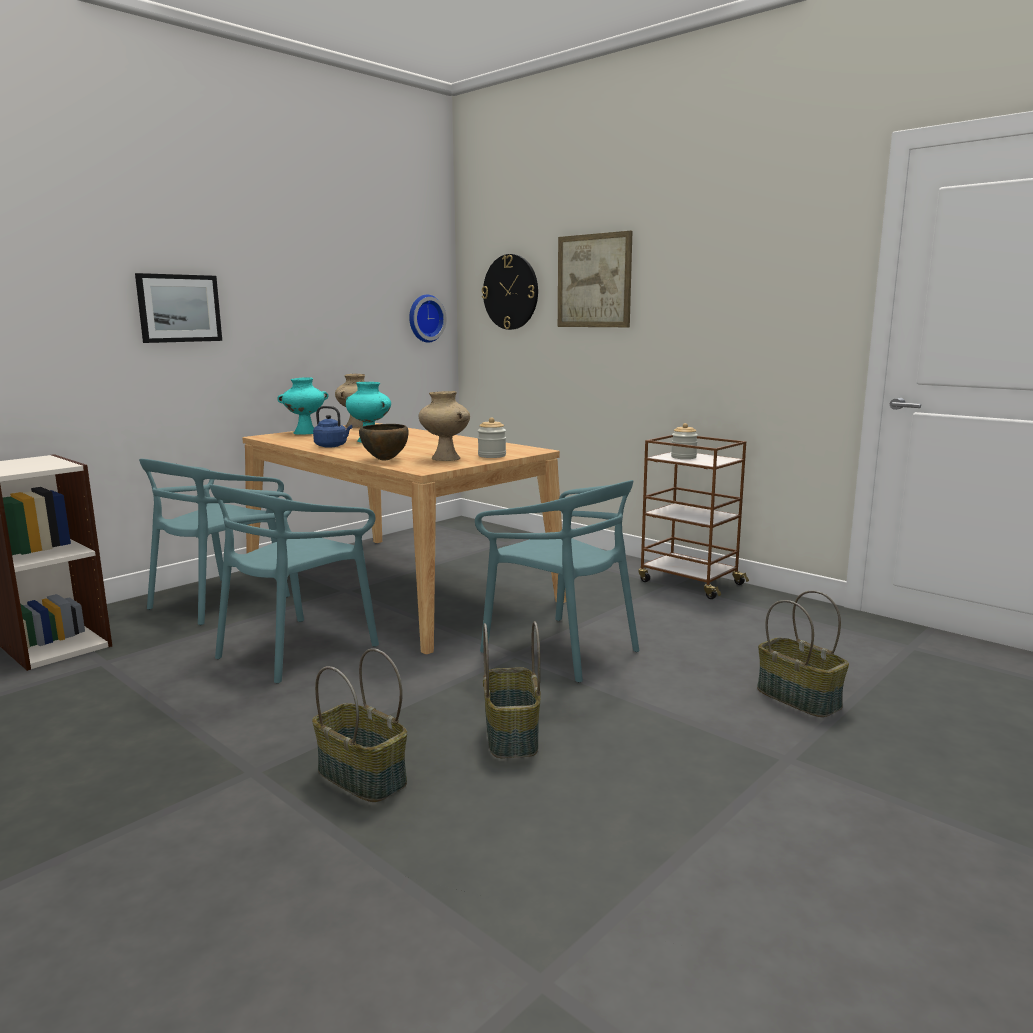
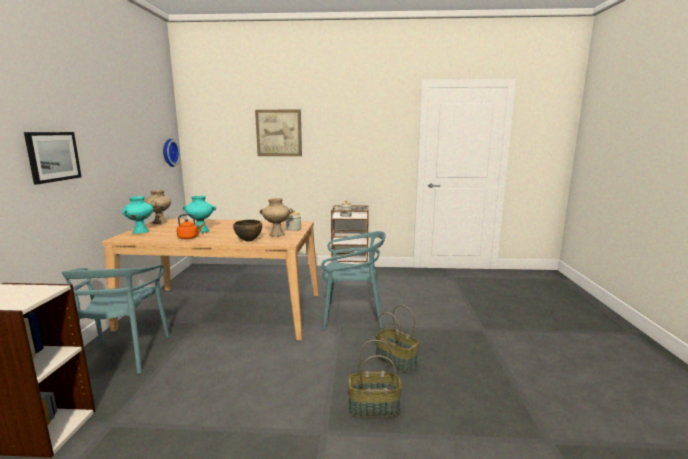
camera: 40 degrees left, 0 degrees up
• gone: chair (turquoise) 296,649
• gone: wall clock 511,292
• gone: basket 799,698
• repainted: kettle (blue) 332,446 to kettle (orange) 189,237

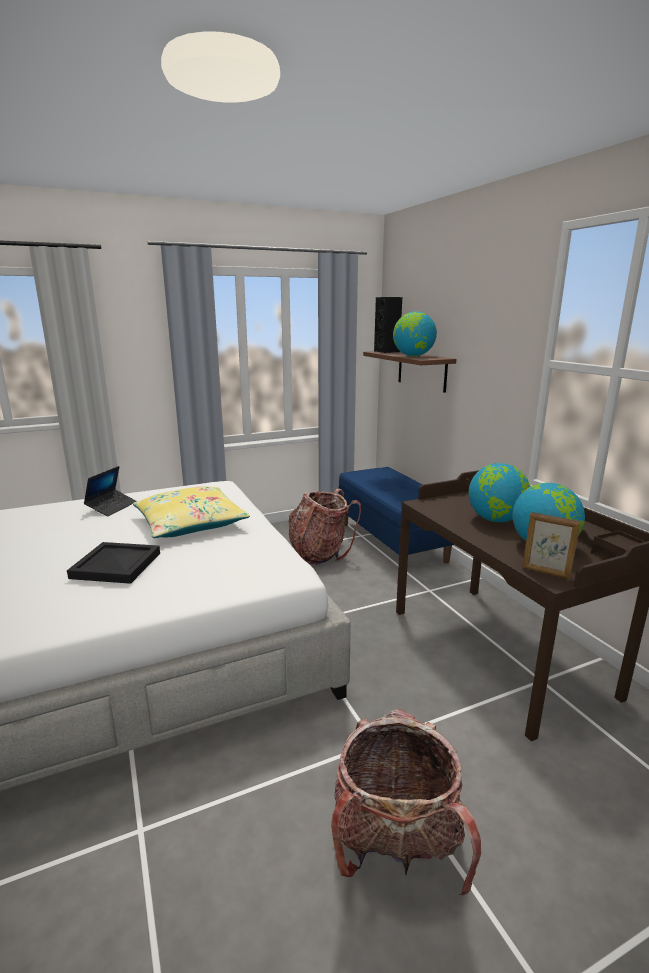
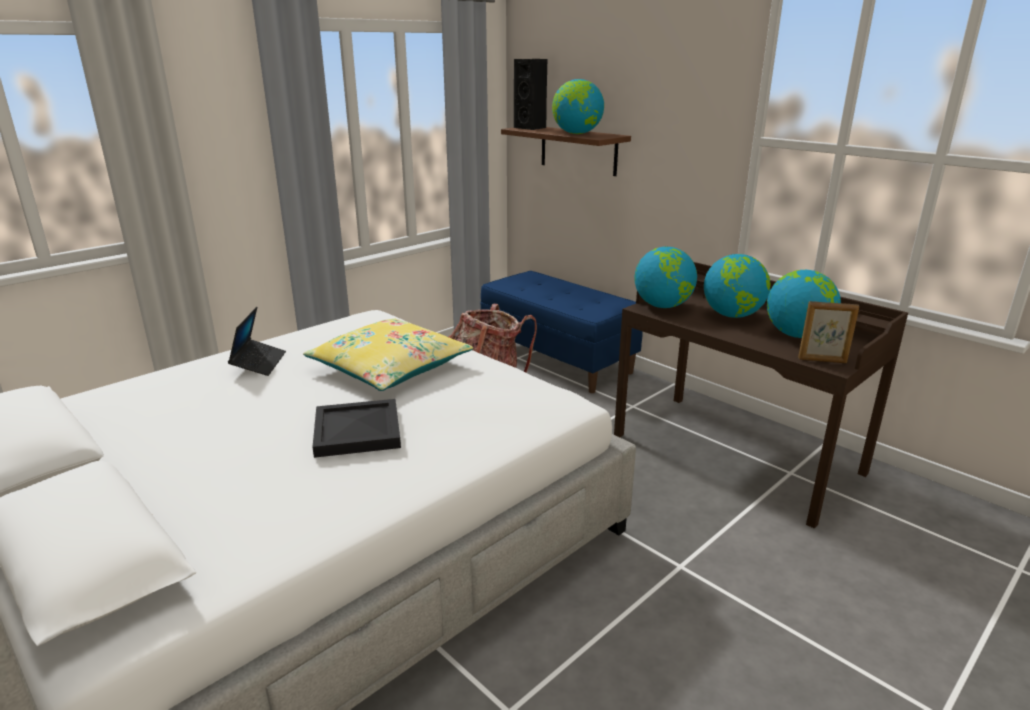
camera: 20 degrees left, 5 degrees up
• gone: backpack 395,846
• new: globe 663,306

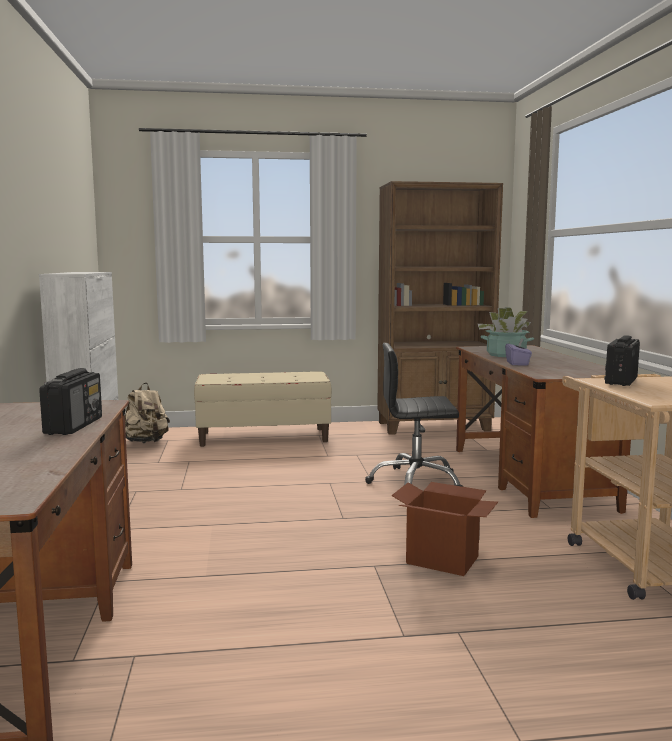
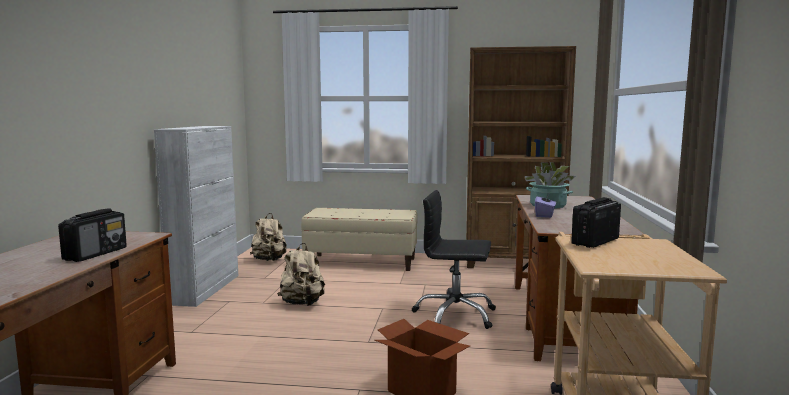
camera: 15 degrees right, 0 degrees up
• new: backpack (beige) 302,304

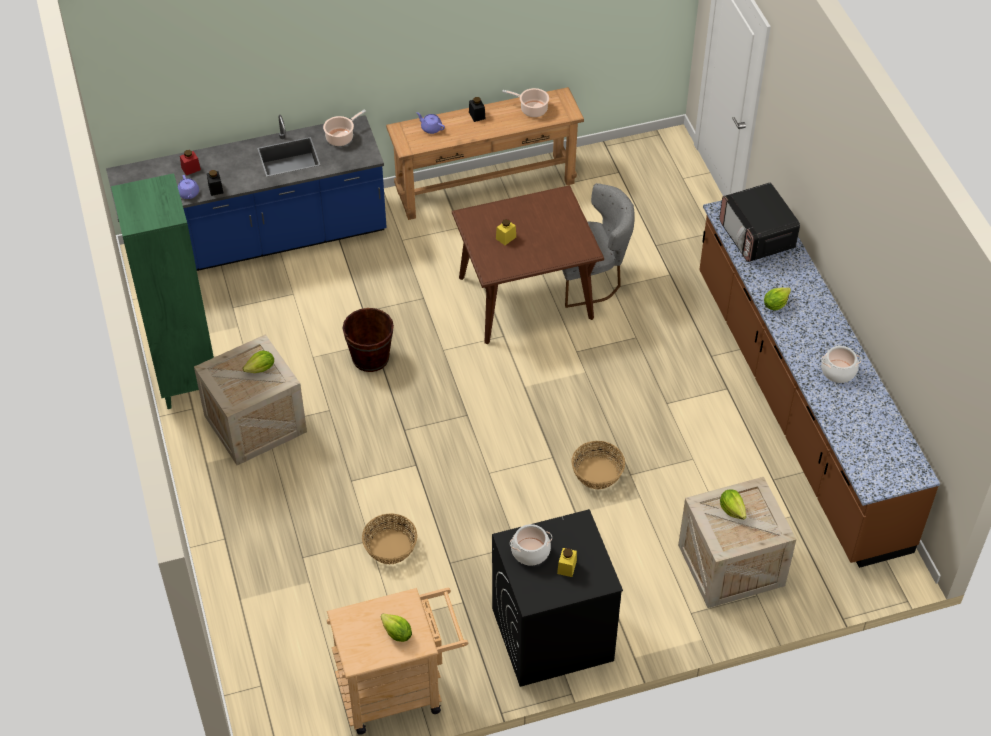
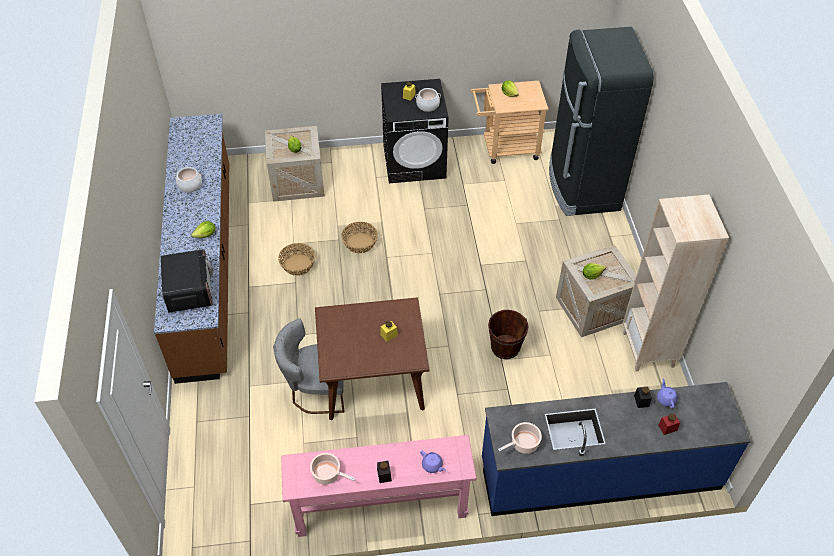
camera: 170 degrees left, 0 degrees up
• new: fridge (black) 582,187
• shifted: basket 390,547 to 298,265
• repainted: bookcase (green) 186,379 to bookcase (beige) 648,350
• repainted: console table (brown) 485,186 to console table (pink) 380,506

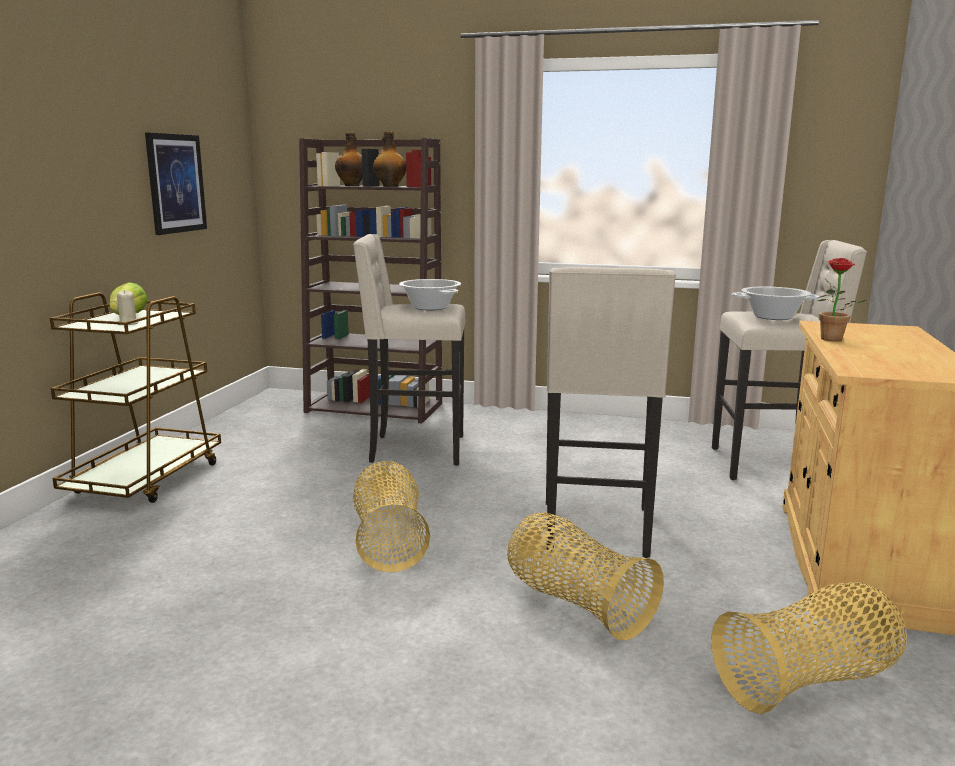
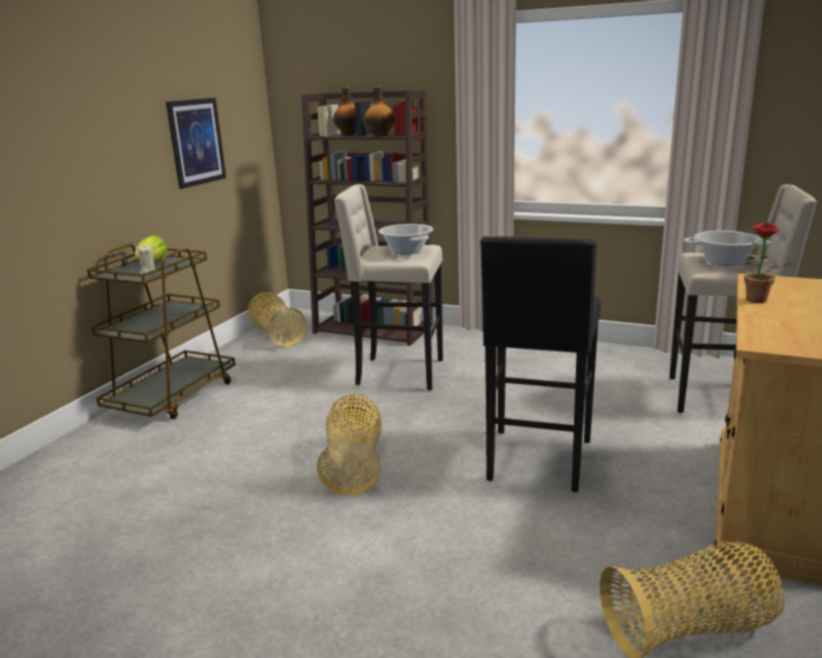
camera: 10 degrees right, 5 degrees up
• shifted: basket 577,604 to 276,335
• repainted: stool (beige) 597,530 to stool (black) 537,461

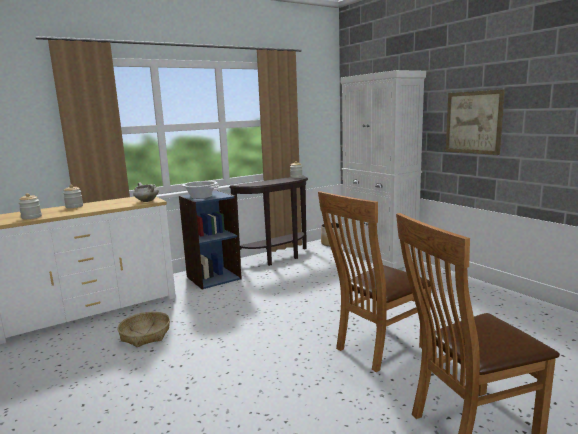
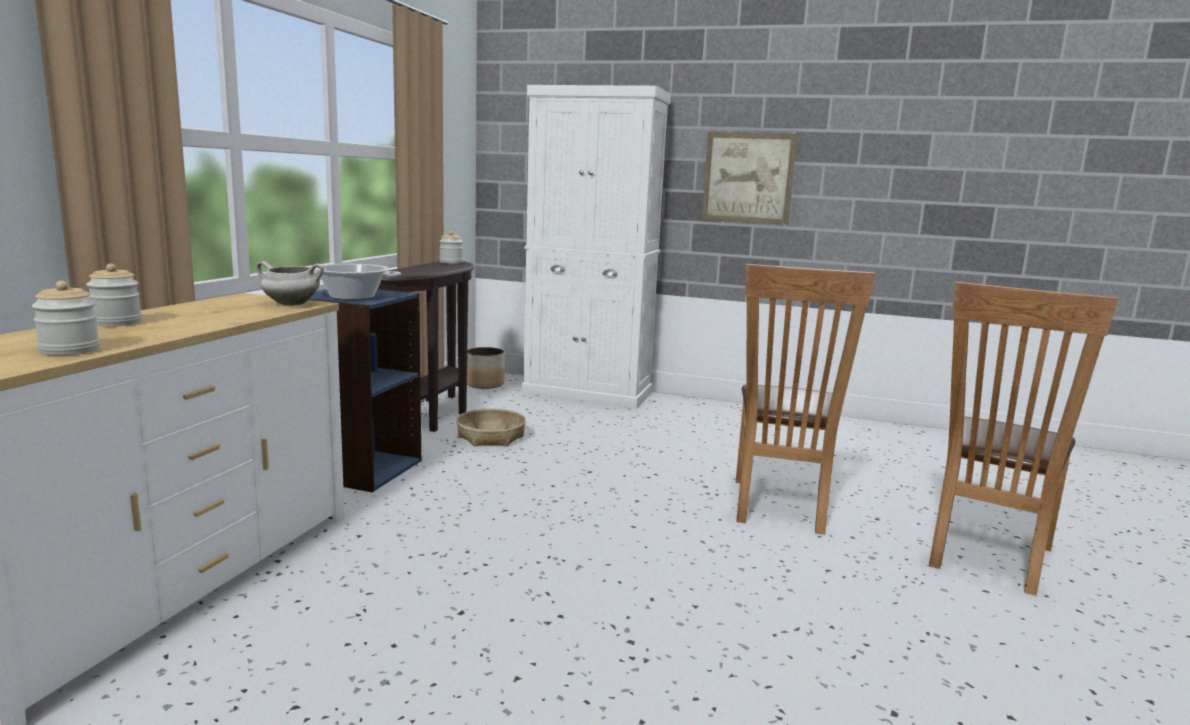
camera: 40 degrees left, 0 degrees up
• shifted: basket 145,335 to 491,437

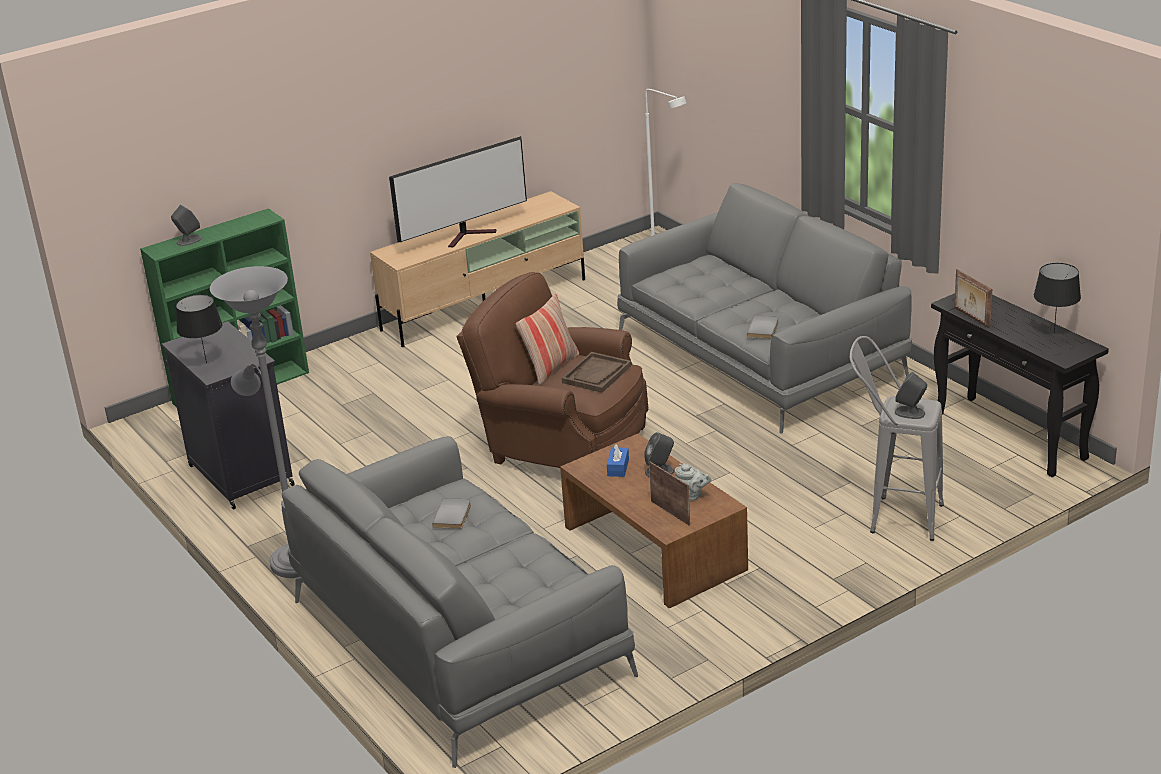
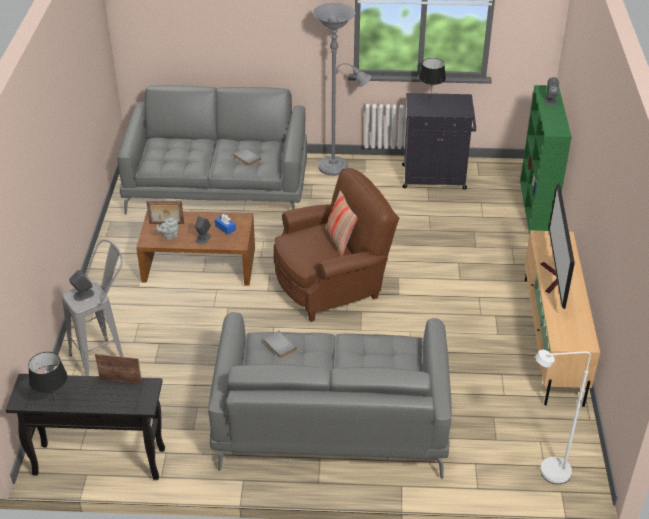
camera: 125 degrees right, 10 degrees up
• gone: tray (brown) 596,374

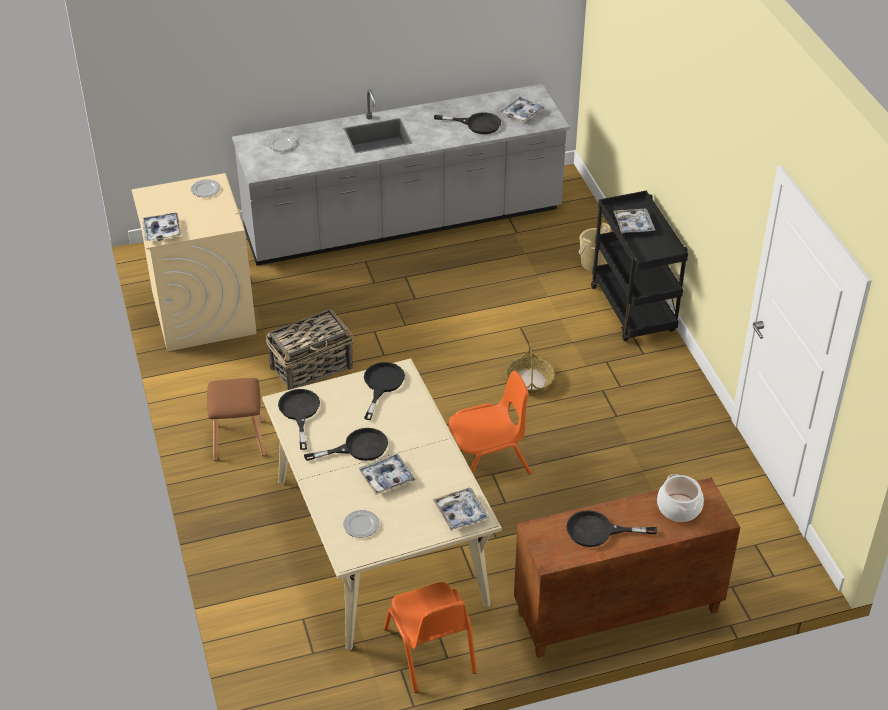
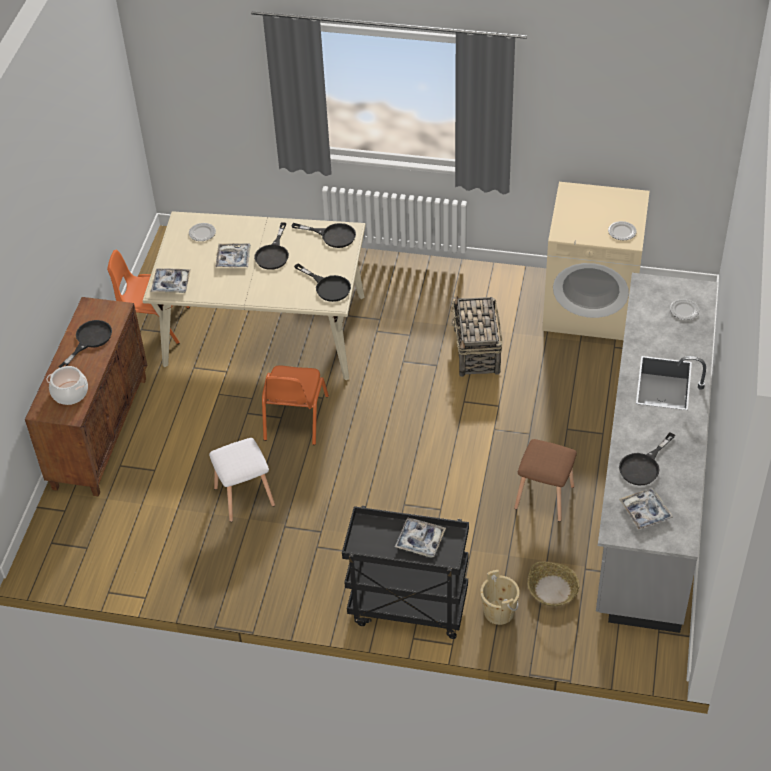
camera: 120 degrees right, 5 degrees up
• gone: tray 162,231
• new: stool (white) 243,496
• shifted: stool (brown) 238,439 to 545,497
• shifted: basket 529,380 to 552,590

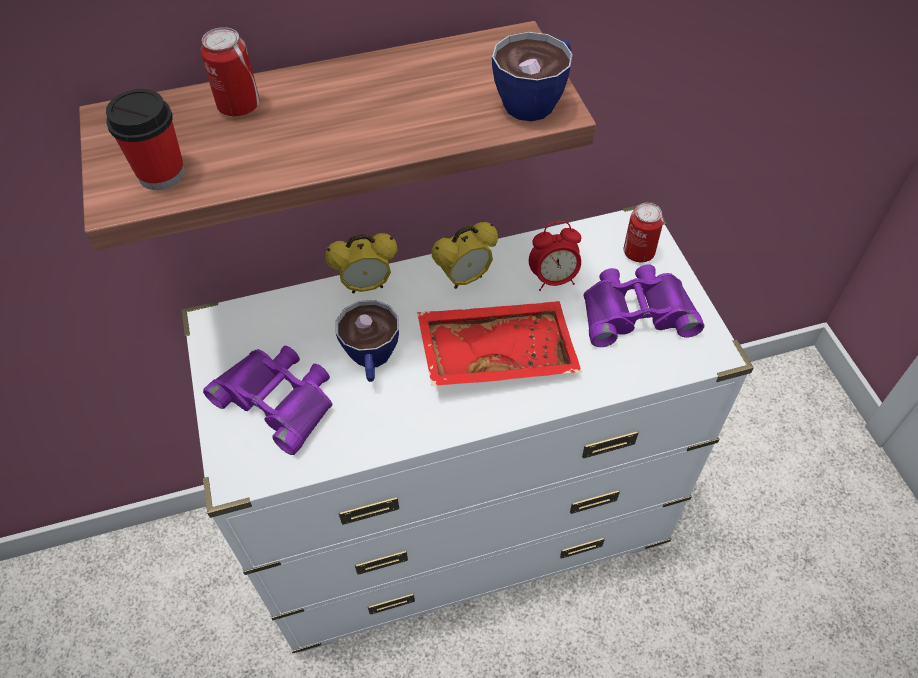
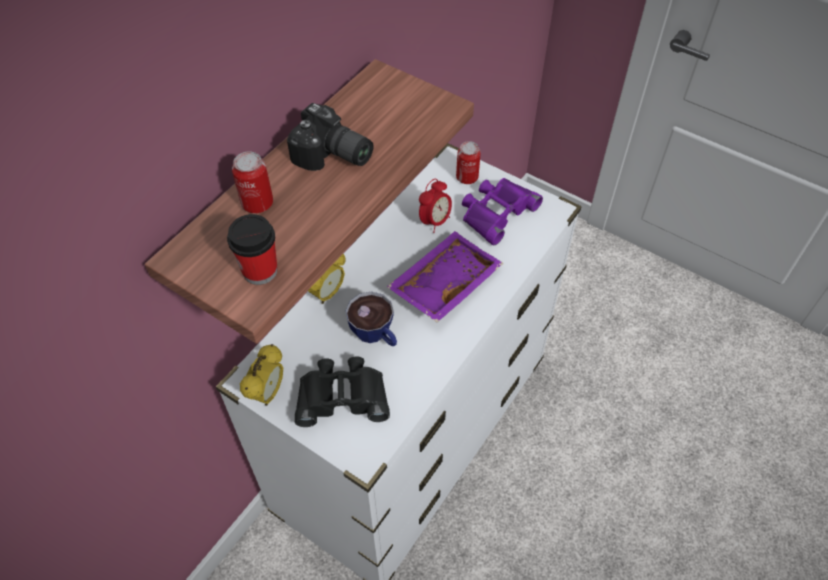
camera: 40 degrees left, 0 degrees up
• gone: cup 536,99
• new: photo camera 332,157
• shifted: alarm clock 465,279 to 268,393
• repainted: binoculars (purple) 278,399 to binoculars (black) 342,396
• repainted: tray (red) 497,352 to tray (purple) 444,283

